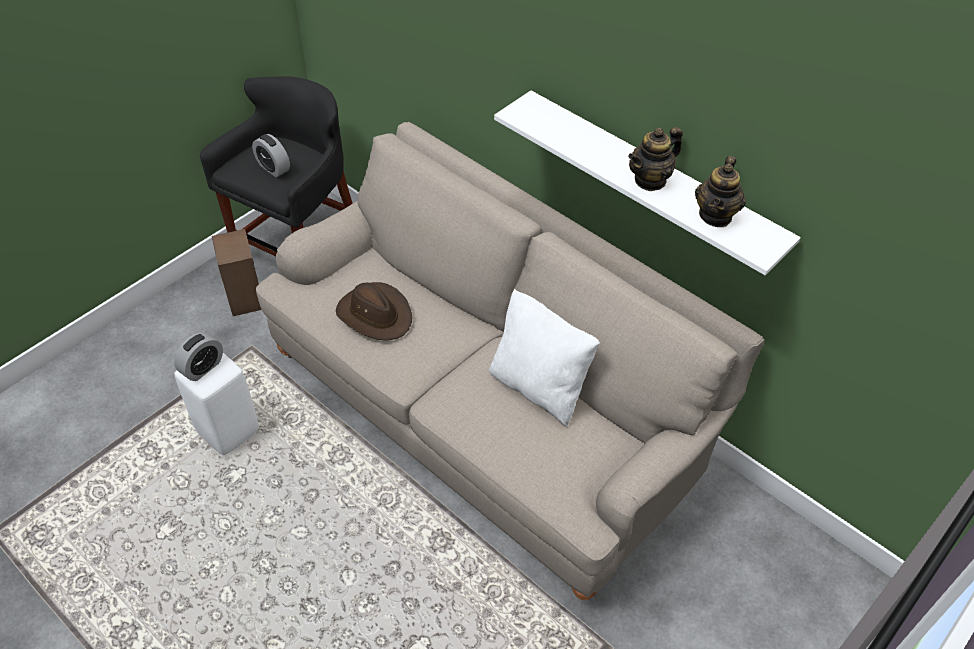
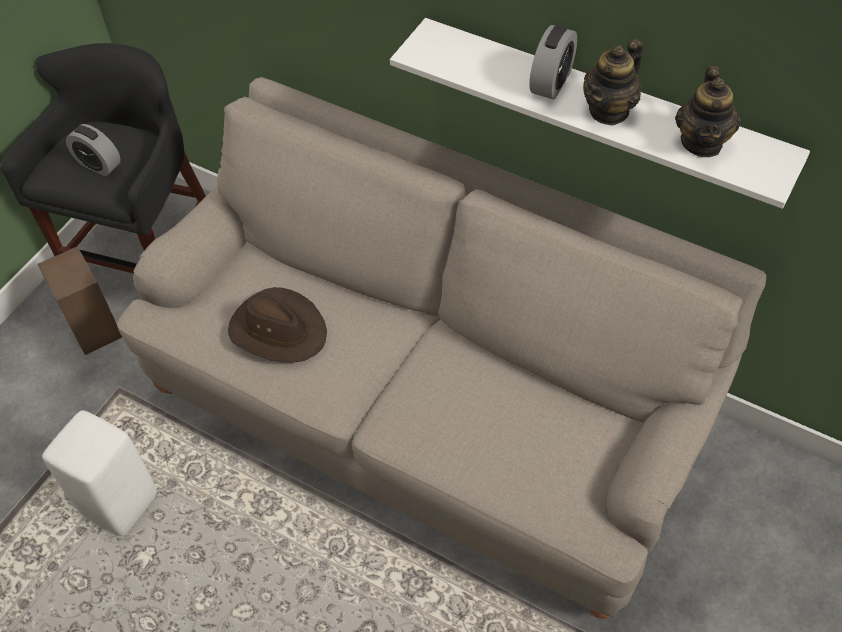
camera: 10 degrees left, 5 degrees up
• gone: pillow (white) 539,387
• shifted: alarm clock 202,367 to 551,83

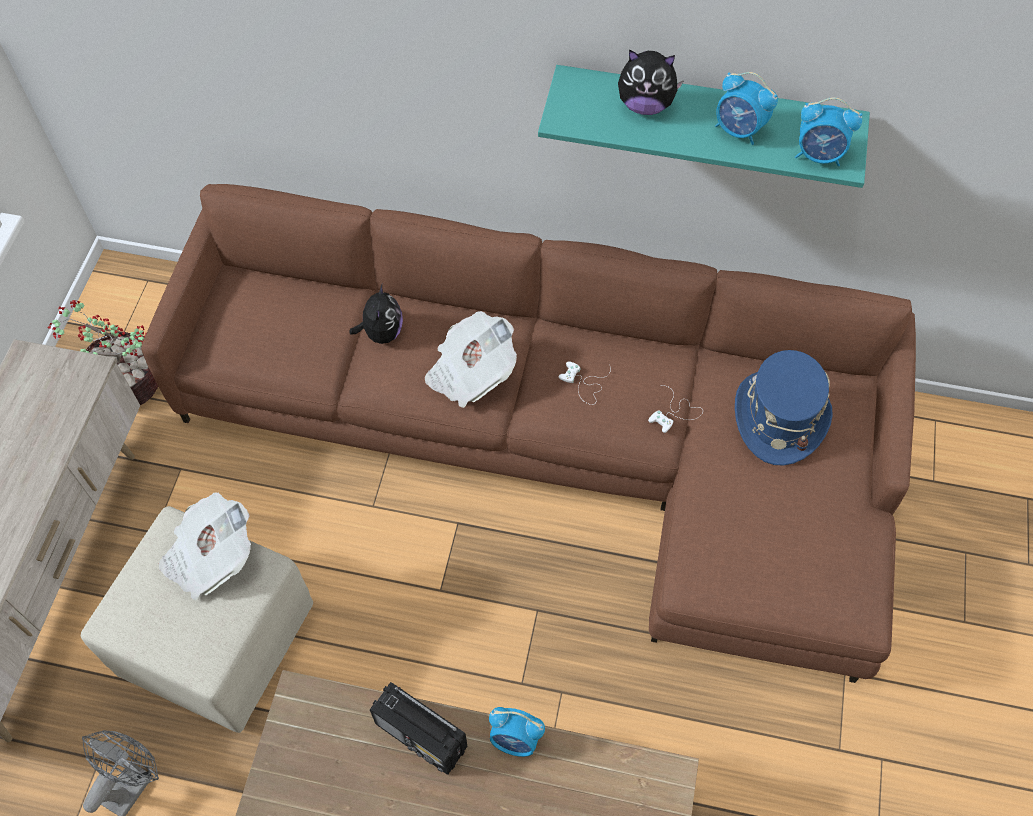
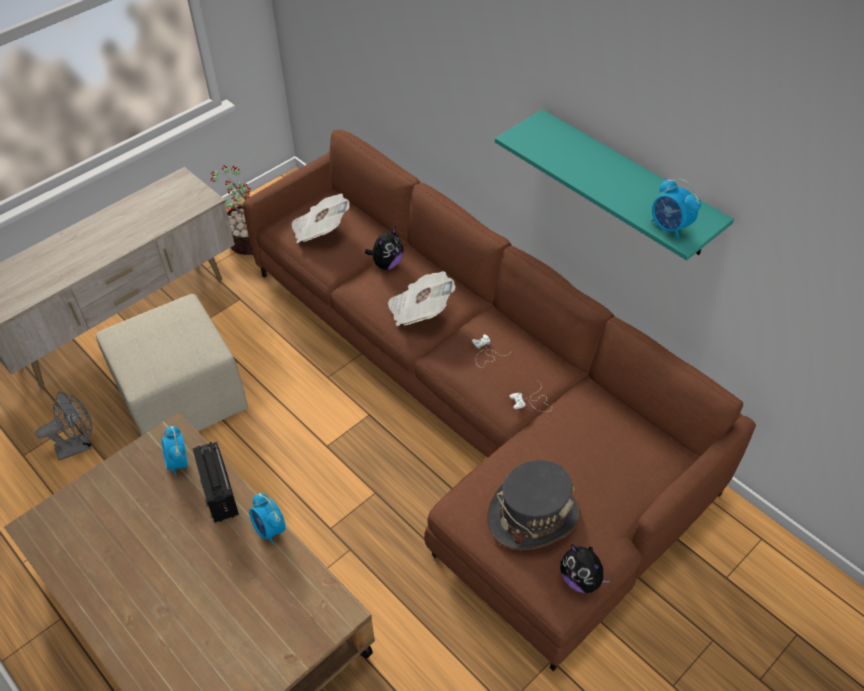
camera: 35 degrees right, 10 degrees down
• gone: hat (blue) 778,417
• new: hat (grey) 533,516
• shifted: newspaper 210,556 to 320,230
• shifted: plush toy 645,105 to 581,579
• shifted: alarm clock 739,131 to 178,462

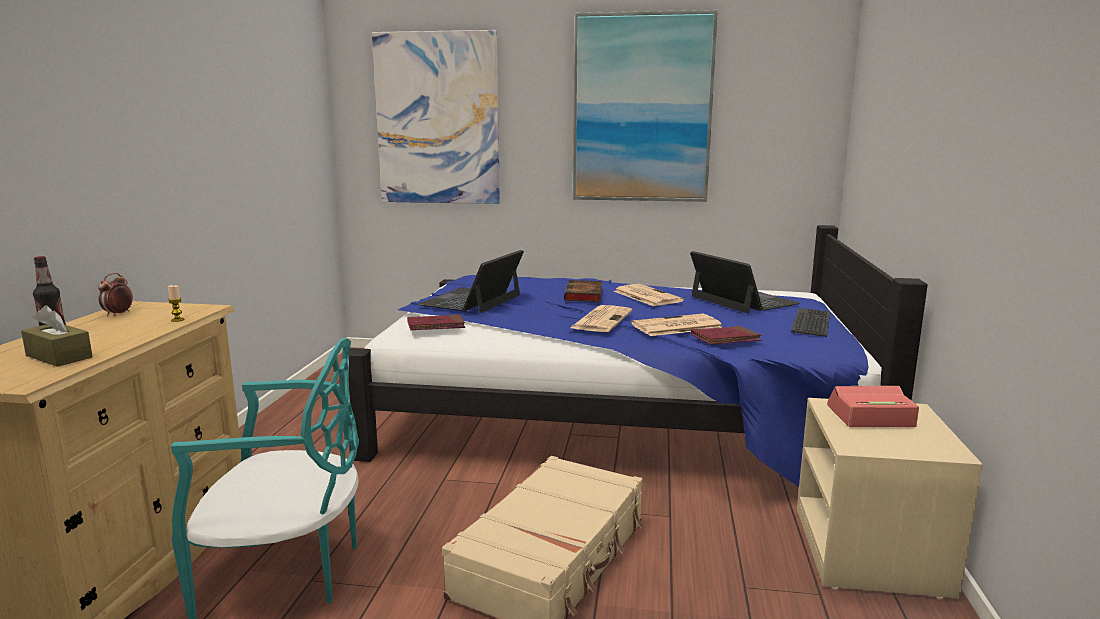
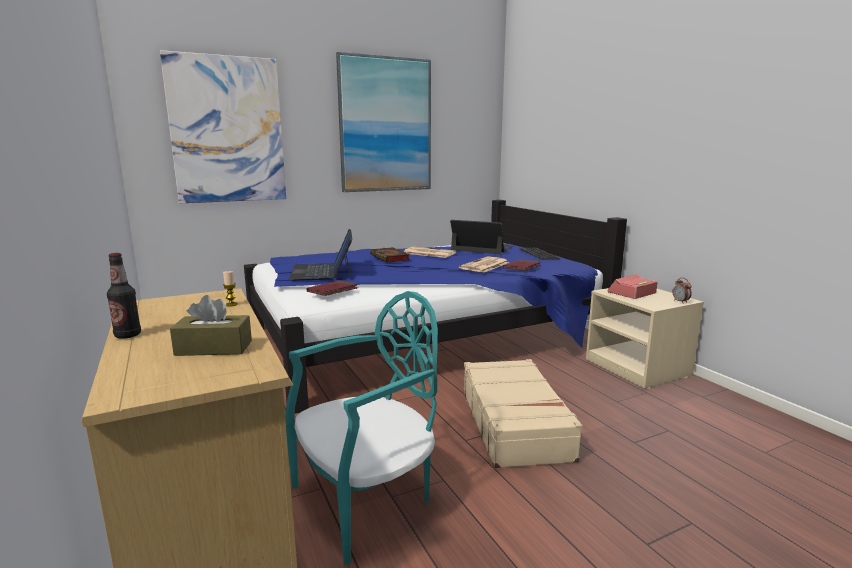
camera: 35 degrees left, 0 degrees up
• gone: newspaper 601,319
• shifted: alarm clock 118,314 to 680,302

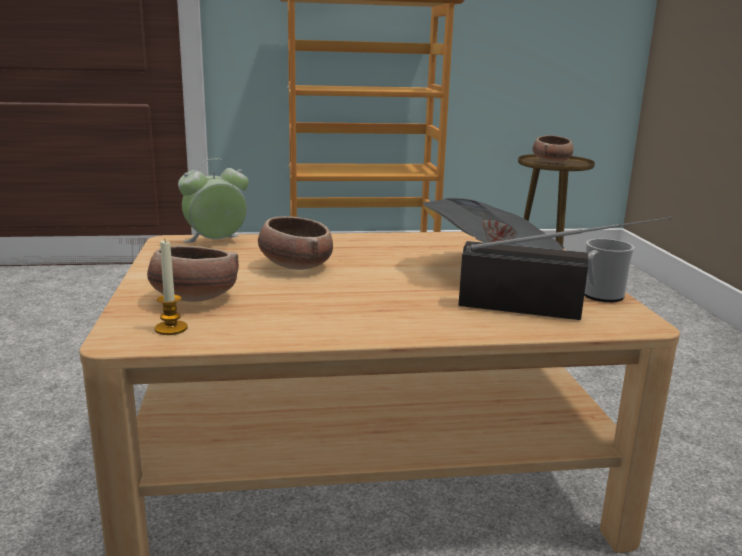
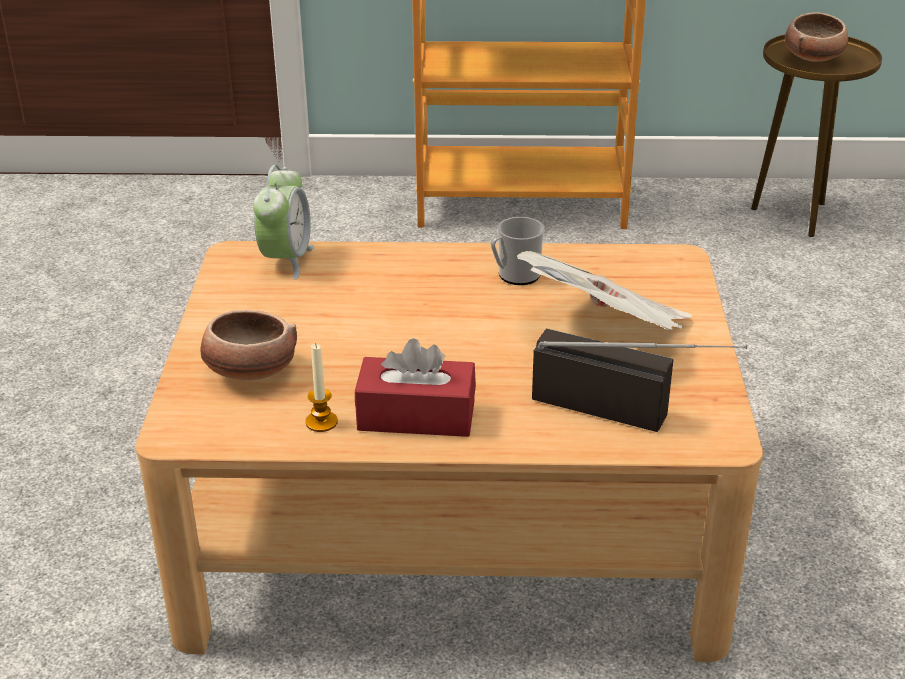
camera: 10 degrees right, 15 degrees up
• gone: bowl 295,266
• new: tissue box (red) 416,416
• shifted: candle 171,329 to 321,422
• shifted: mug 599,296 to 515,276
• rotated: alarm clock 216,242 = 286,260 120 degrees clockwise

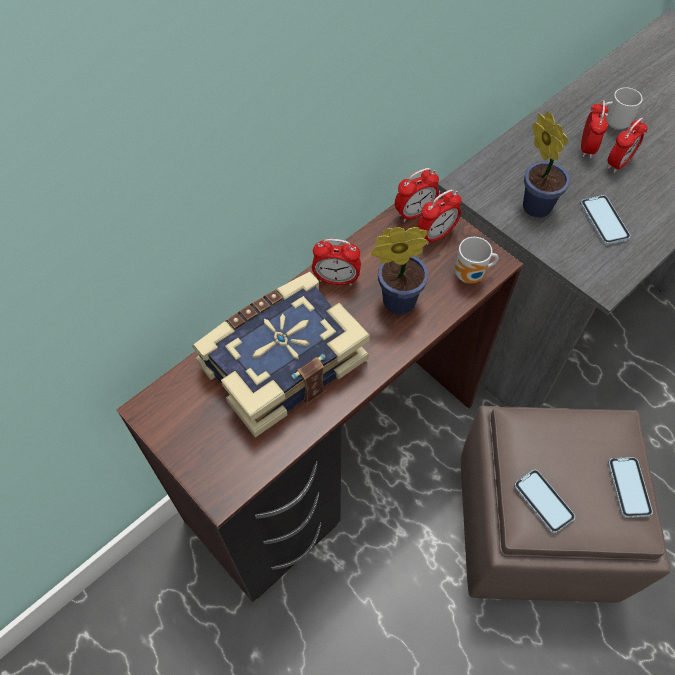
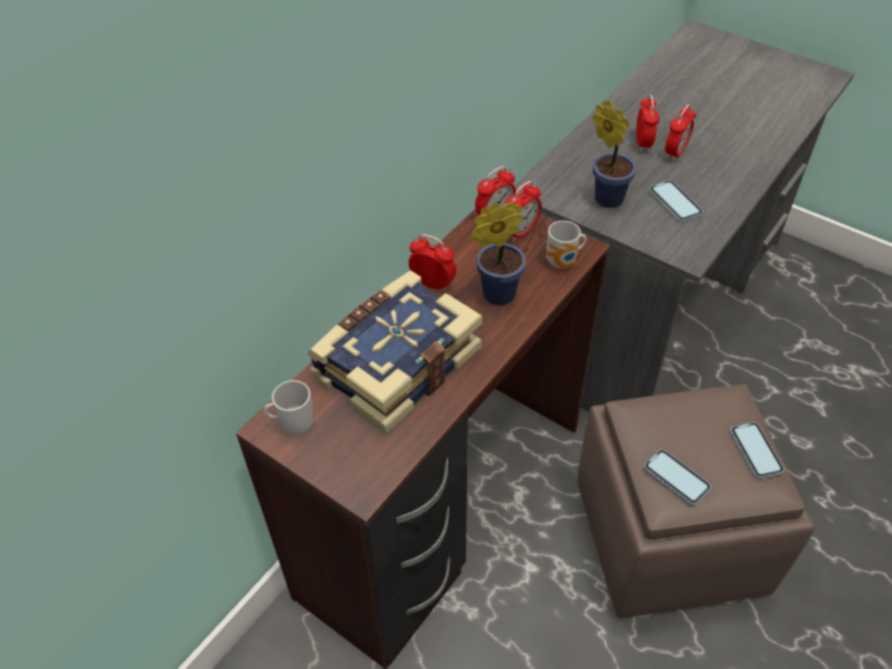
camera: 10 degrees left, 10 degrees down
• shifted: mug 614,123 to 295,423
• rotated: alarm clock 336,279 = 432,284 150 degrees counterclockwise

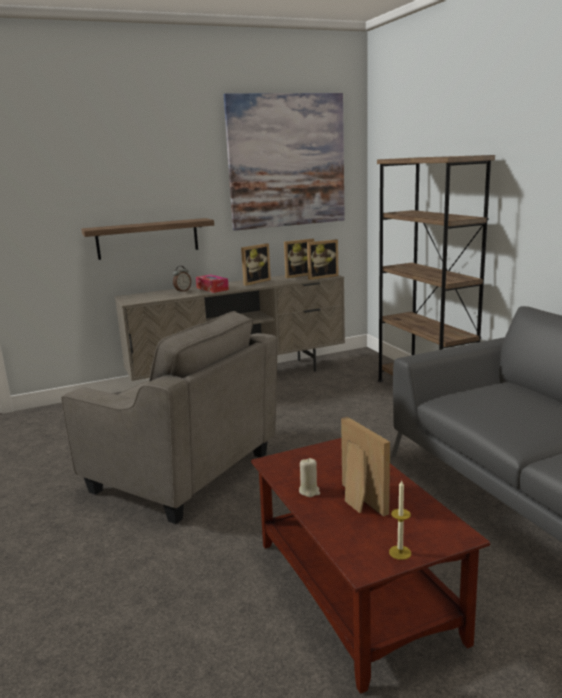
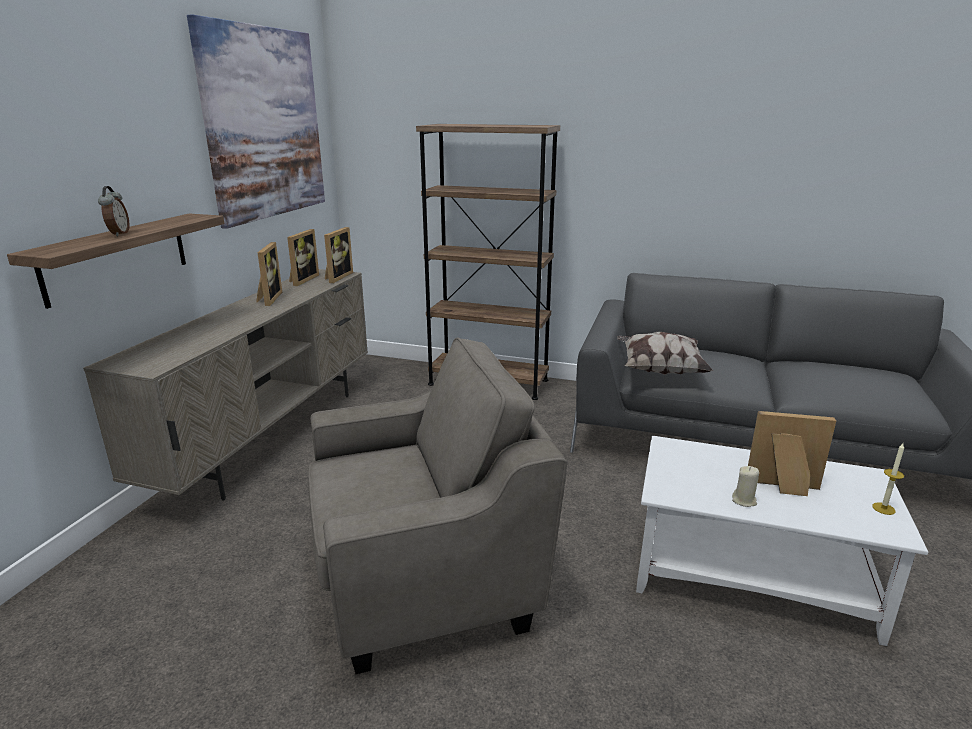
camera: 50 degrees left, 5 degrees up
• gone: tissue box 212,289
• new: pillow 659,370
• shifted: alarm clock 182,291 to 118,234
• repainted: coffee table (brown) 357,590 to coffee table (white) 753,576

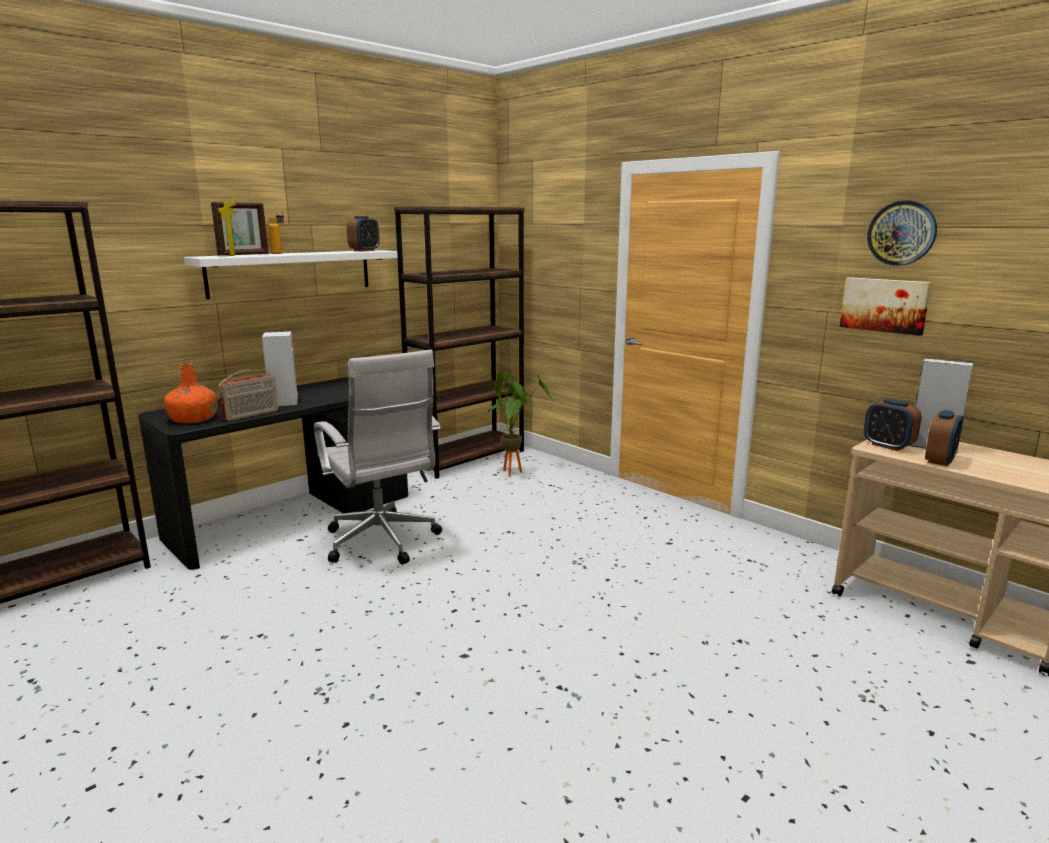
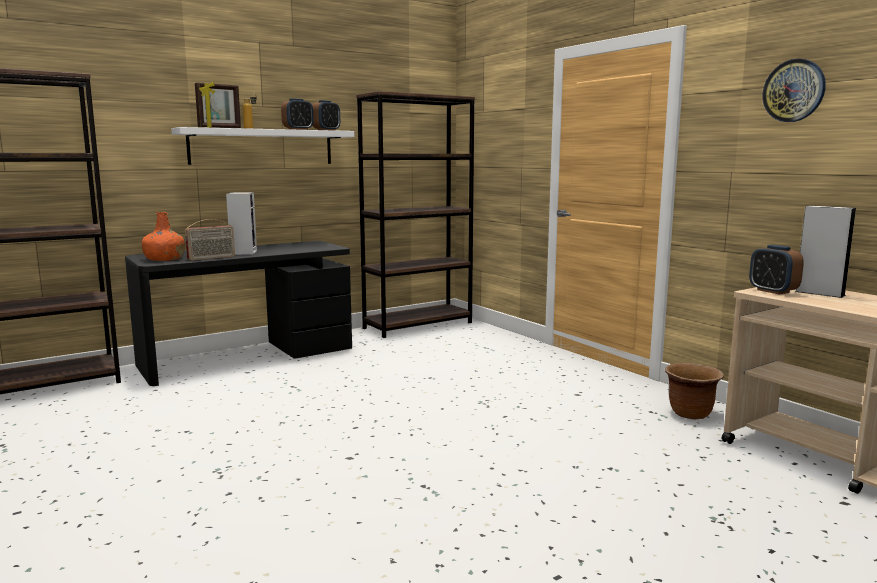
camera: 10 degrees right, 5 degrees down
• gone: office chair (white) 383,543
• gone: potted plant 514,471
• gone: picture 884,305
• new: planter (brown) 690,413
• shifted: alarm clock 940,460 to 298,129

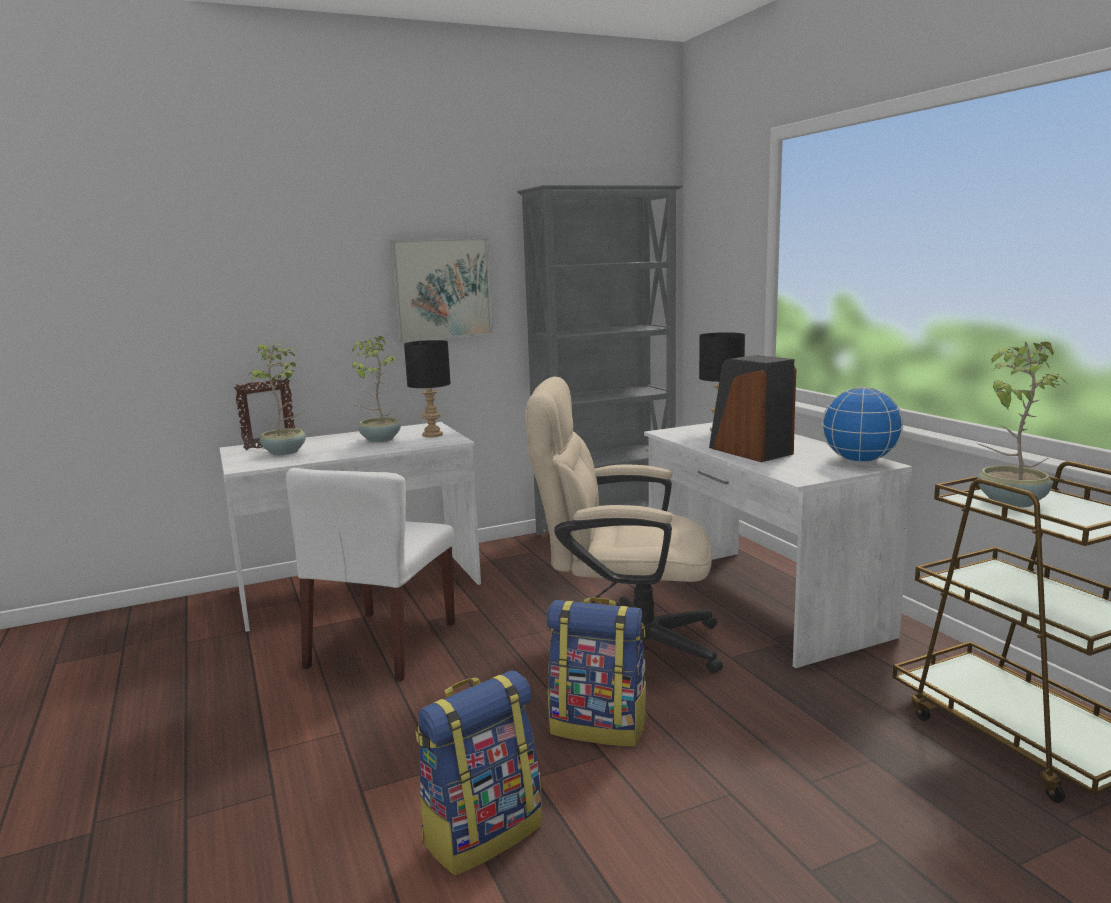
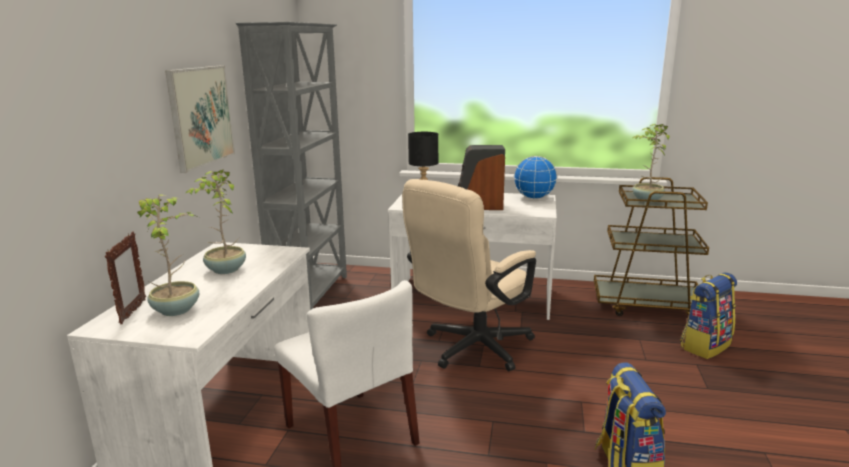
camera: 55 degrees left, 5 degrees up
• gone: table lamp (black) 432,435
• shifted: backpack 599,726 to 705,345

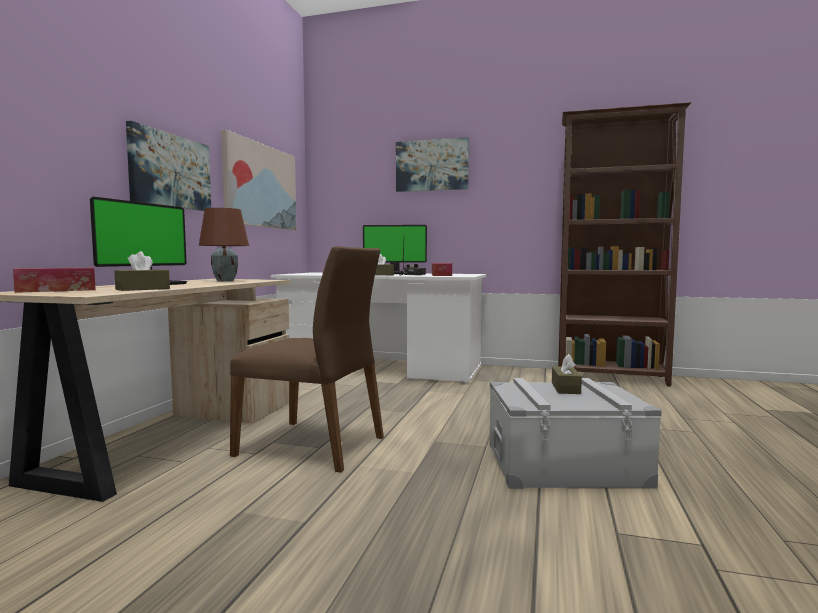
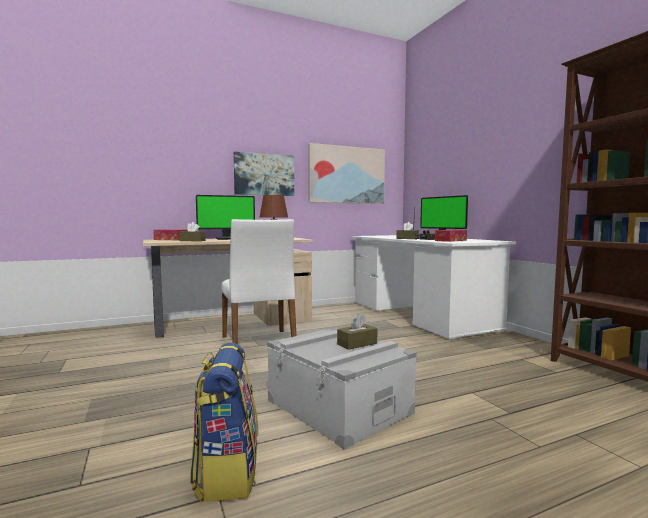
camera: 50 degrees right, 0 degrees up
• gone: picture 432,165
• new: backpack 226,472
• repainted: chair (brown) 313,445 to chair (white) 259,344

